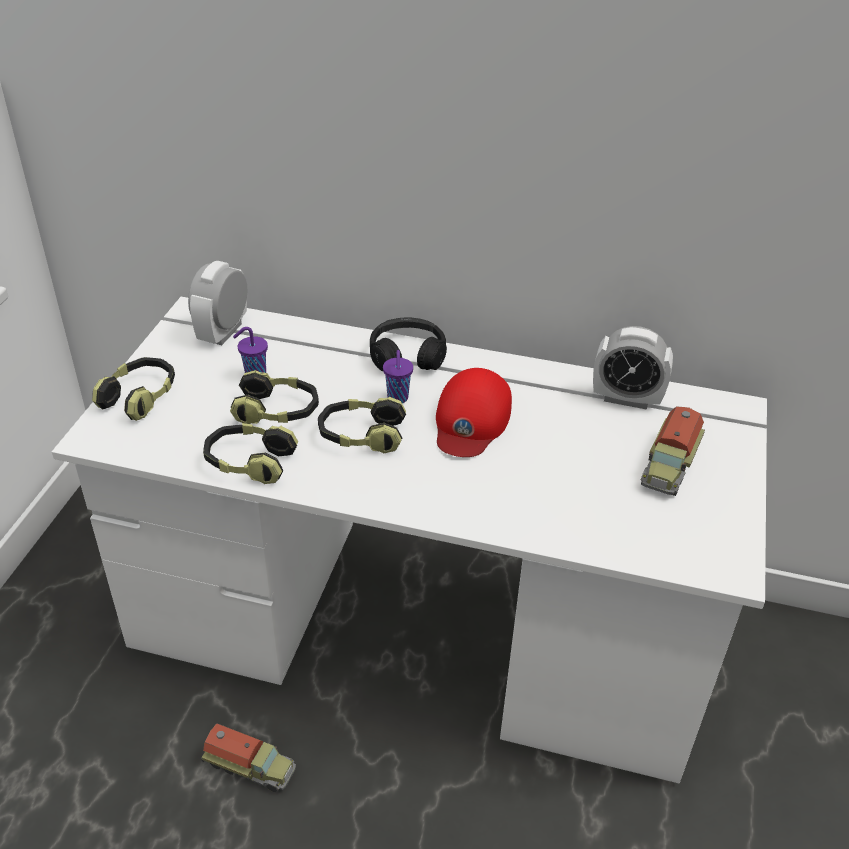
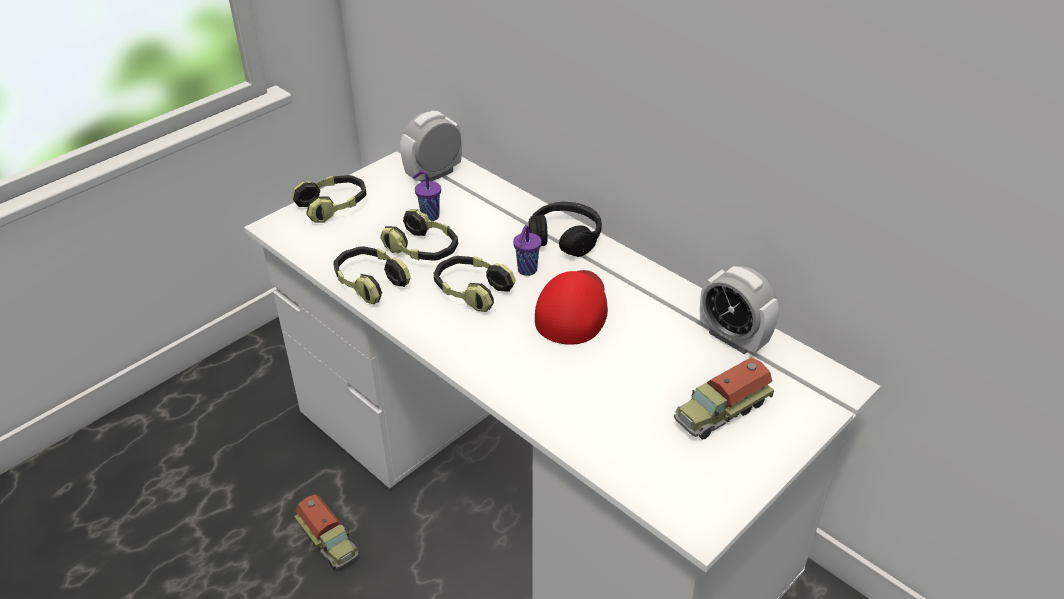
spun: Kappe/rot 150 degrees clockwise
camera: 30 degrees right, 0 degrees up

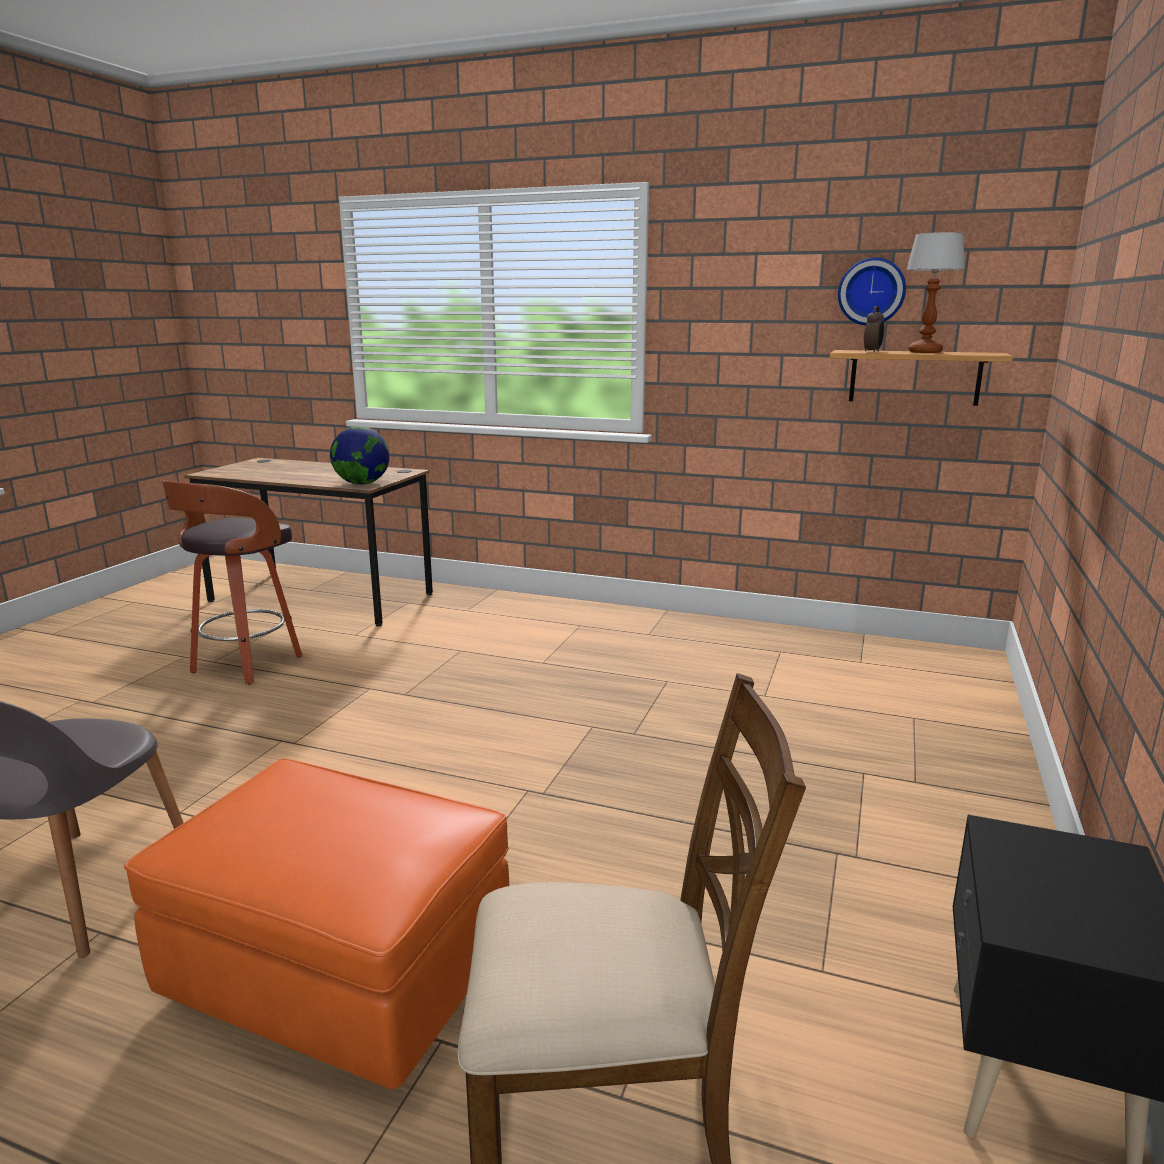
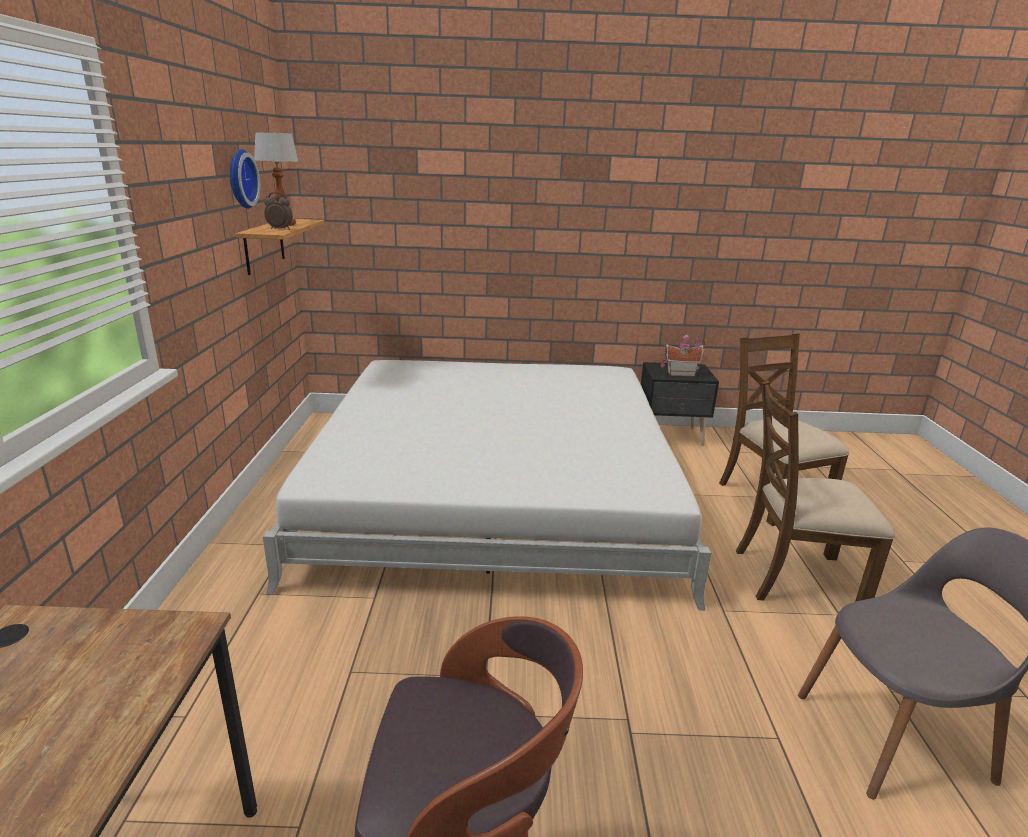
missing: Globus
appeared: Bett/weiß; Spielzeughaus
exchanged: Polsterhocker/orange to Stuhl/braun (no. 2 from left)
camera: 110 degrees left, 5 degrees up

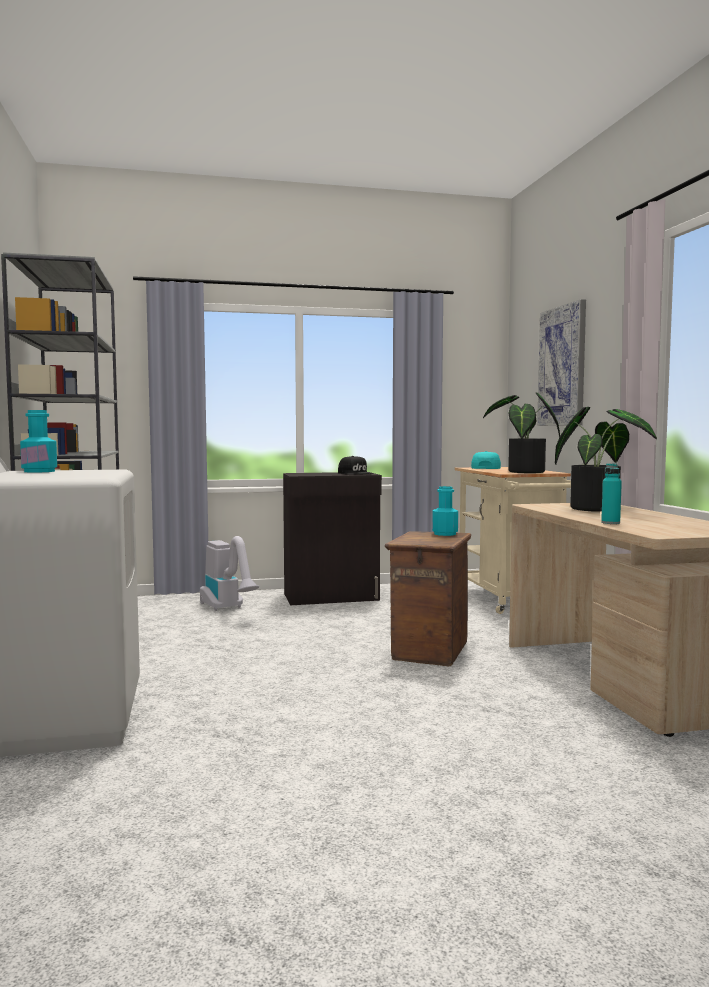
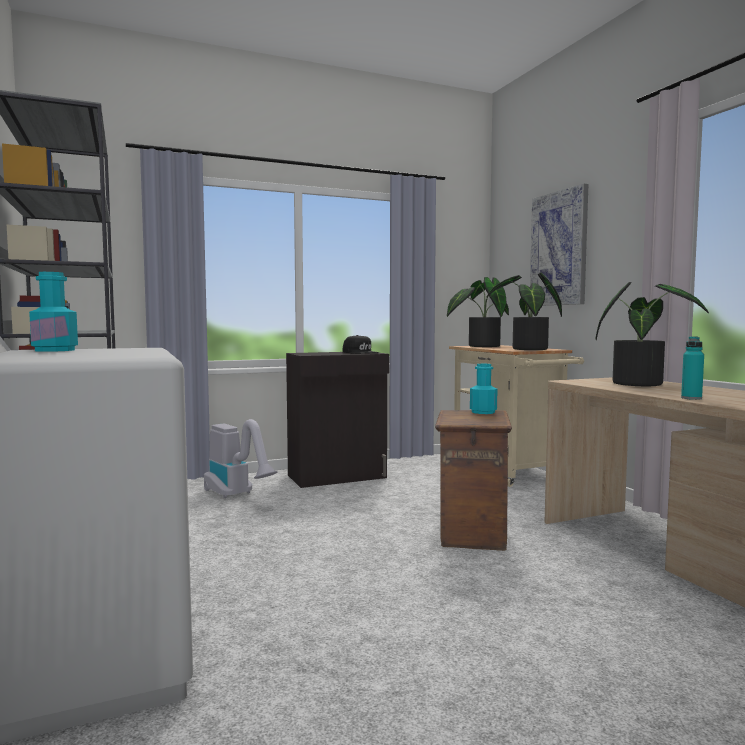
exchanged: Kappe/türkis to Topfpflanze (no. 1 from left)
camera: 10 degrees left, 0 degrees up

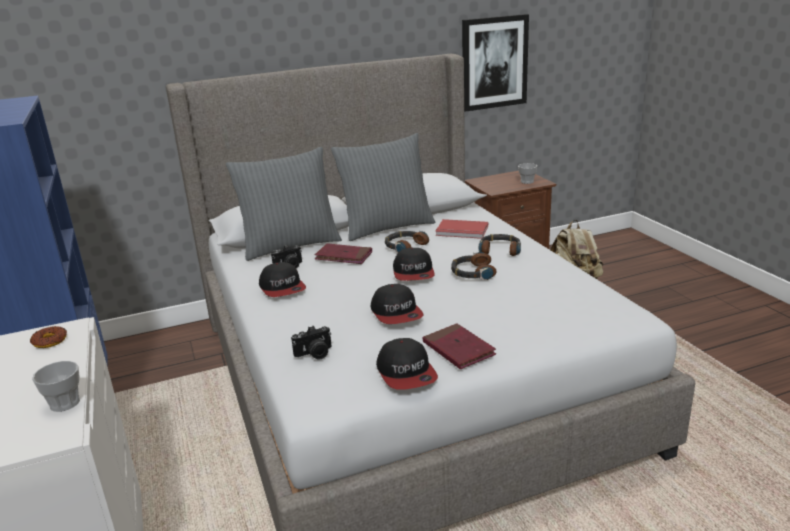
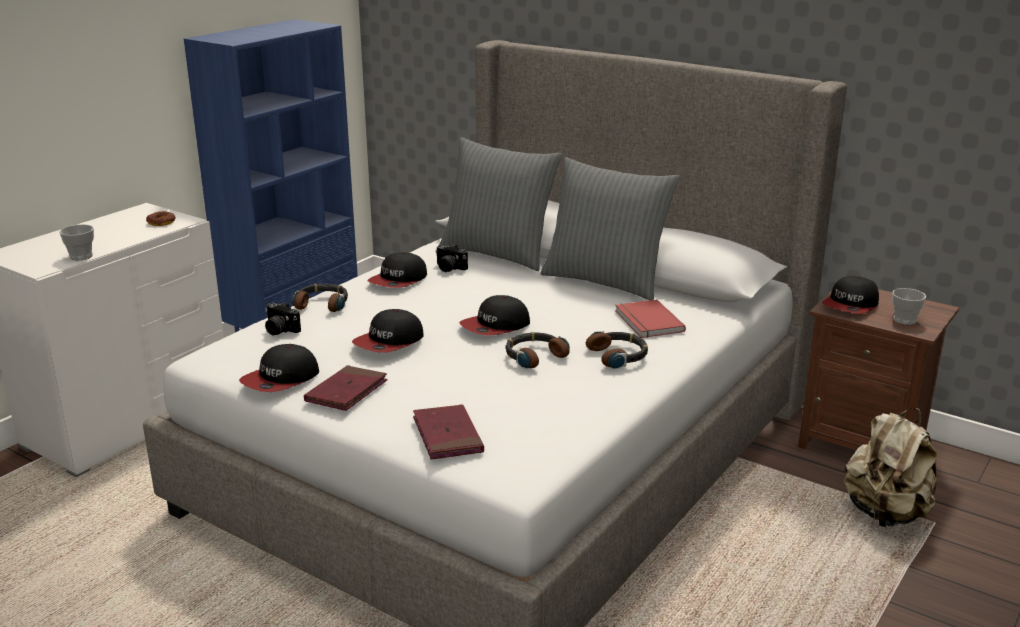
missing: Bild
appeared: Kappe (no. 5 from left)
relocated: Kopfhörer (no. 1 from left); Buch/rot (no. 1 from left in the first image) to Buch/rot (no. 2 from left)
camera: 55 degrees right, 0 degrees up

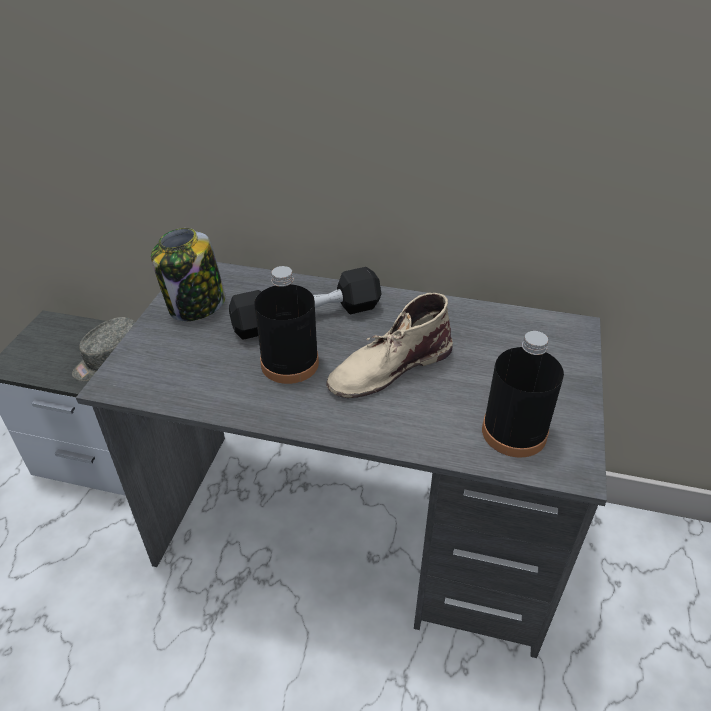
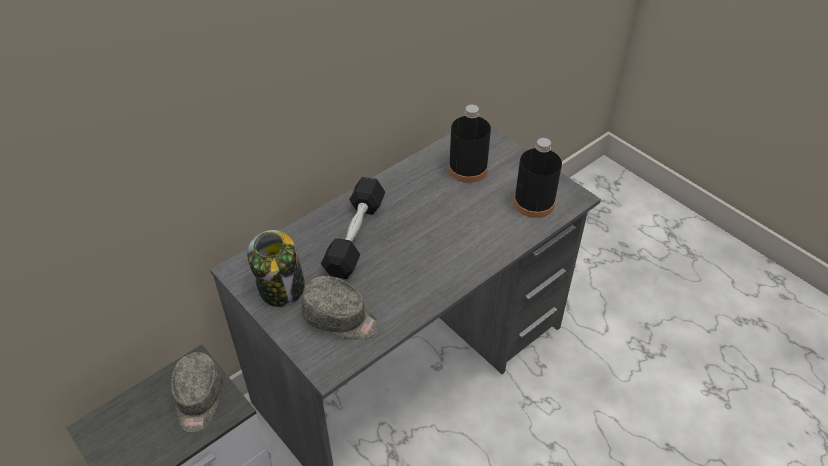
missing: Stiefel/beige
appeared: Kappe/grau (no. 2 from left)
relocated: Flasche/schwarz (no. 1 from left)
camera: 55 degrees left, 5 degrees up

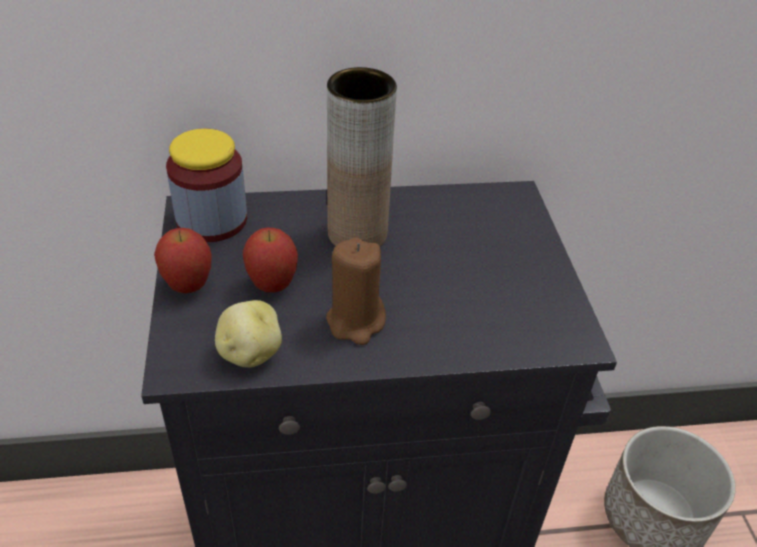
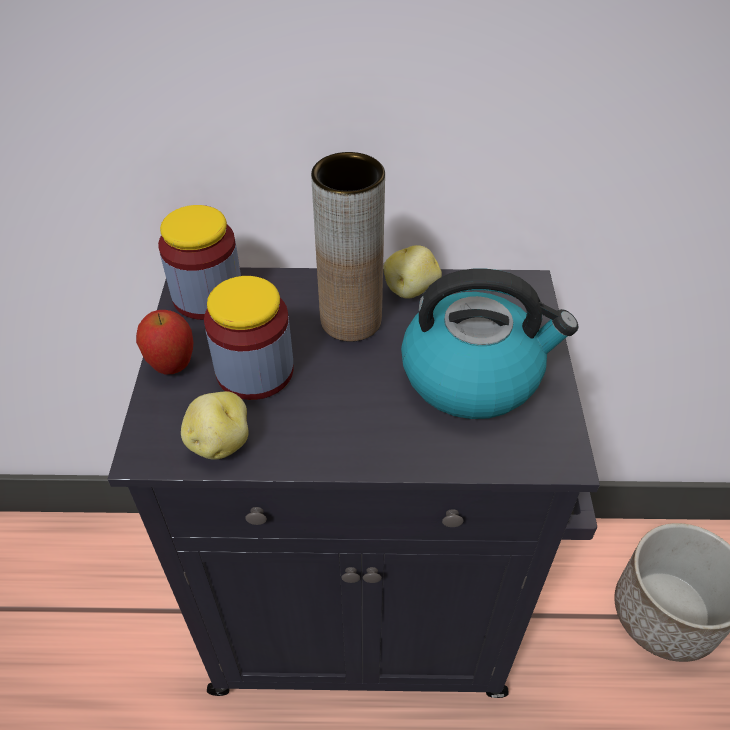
missing: Kerze/braun
appeared: Kartoffel (no. 2 from left); Wasserkessel
exchanged: Apfel (no. 2 from left) to Vorratsglas (no. 2 from left)
camera: 10 degrees right, 5 degrees up

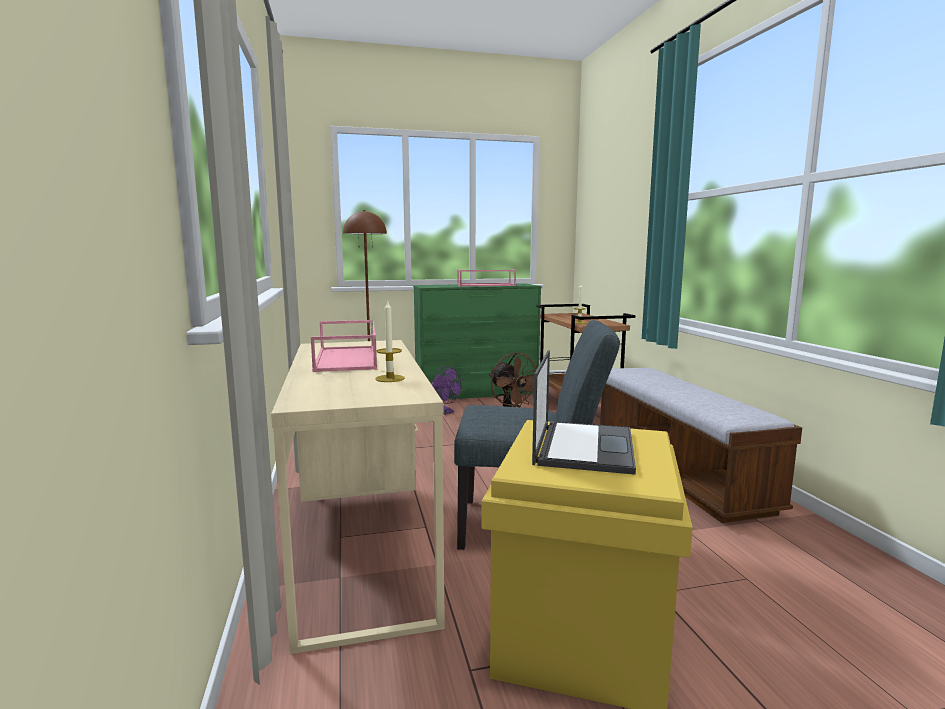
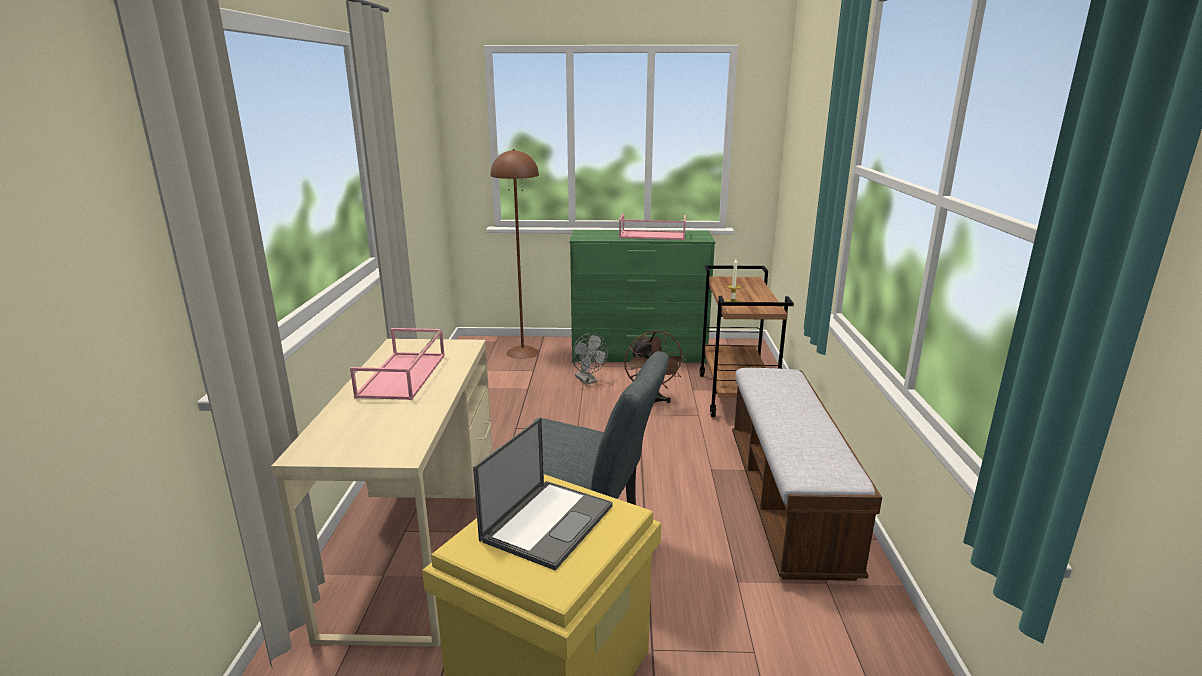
missing: Kerze (no. 1 from left)
colour: Ventilator/lila to Ventilator/grau
camera: 15 degrees right, 10 degrees up

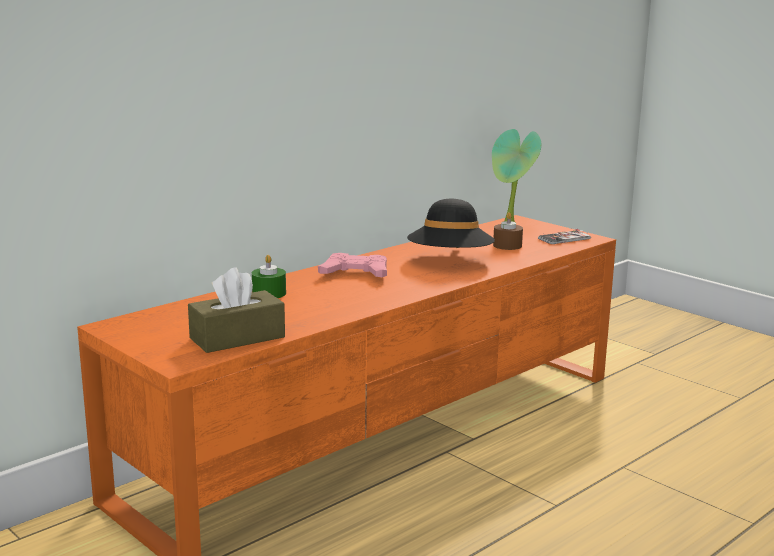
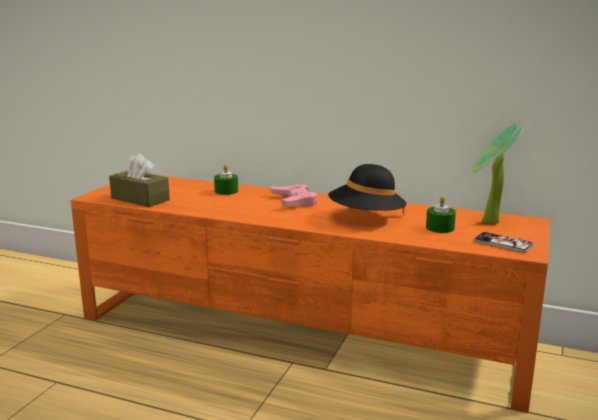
colour: Kerze/braun to Kerze/grün (no. 2 from left)
camera: 65 degrees right, 0 degrees up

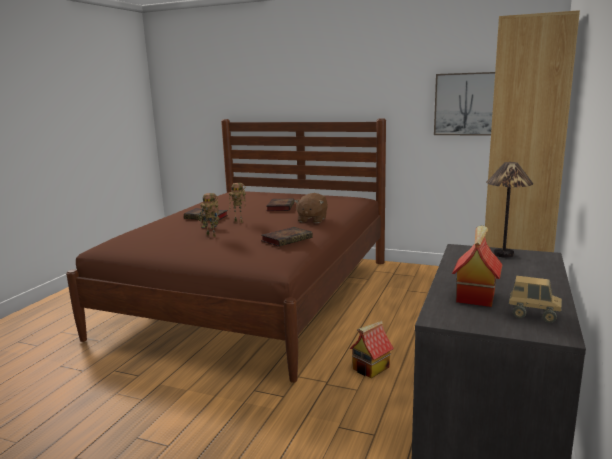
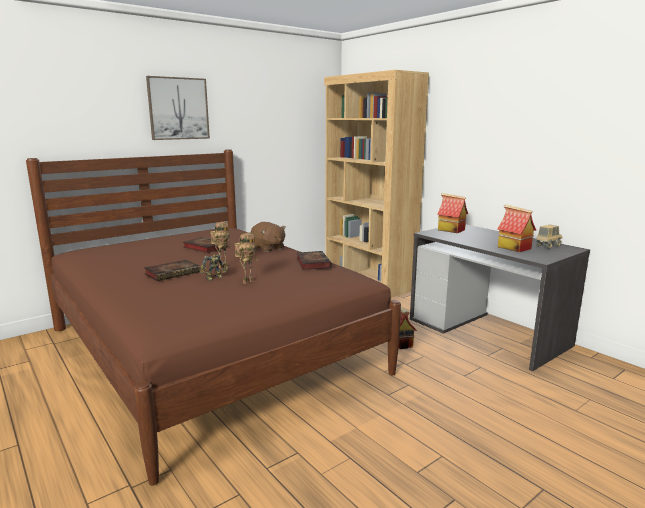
relocated: Bild
exchanged: Tischlampe to Spielzeughaus (no. 2 from left)
camera: 60 degrees left, 0 degrees up

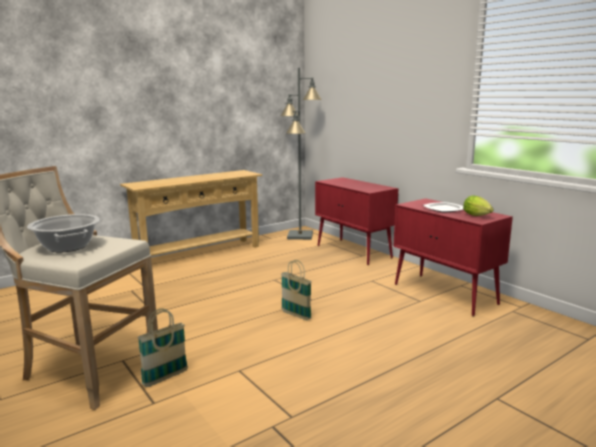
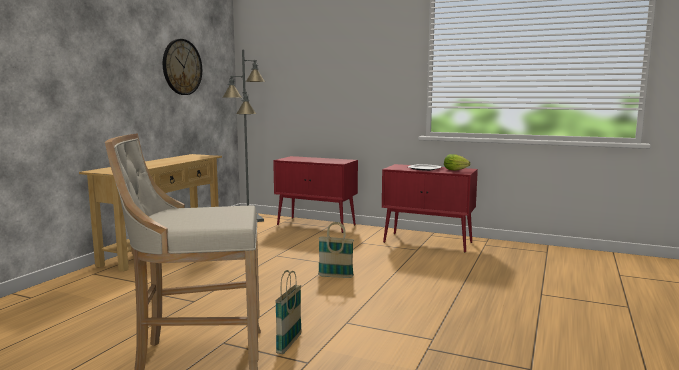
missing: Kochtopf
appeared: Wanduhr
camera: 30 degrees left, 5 degrees down

